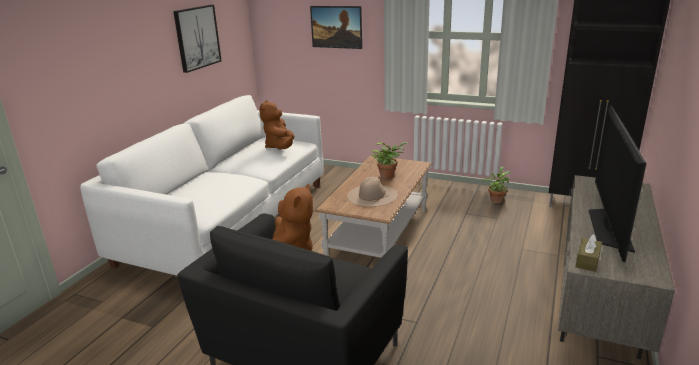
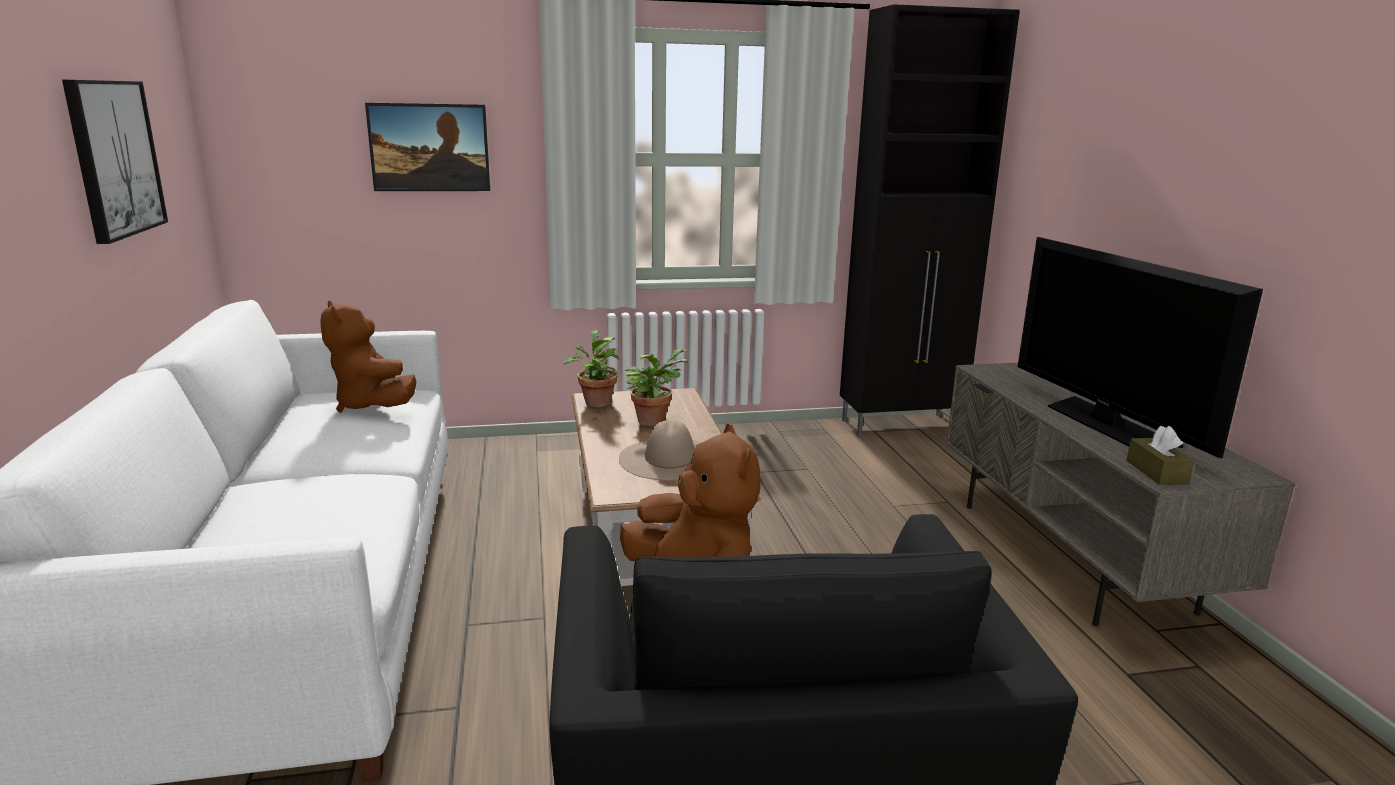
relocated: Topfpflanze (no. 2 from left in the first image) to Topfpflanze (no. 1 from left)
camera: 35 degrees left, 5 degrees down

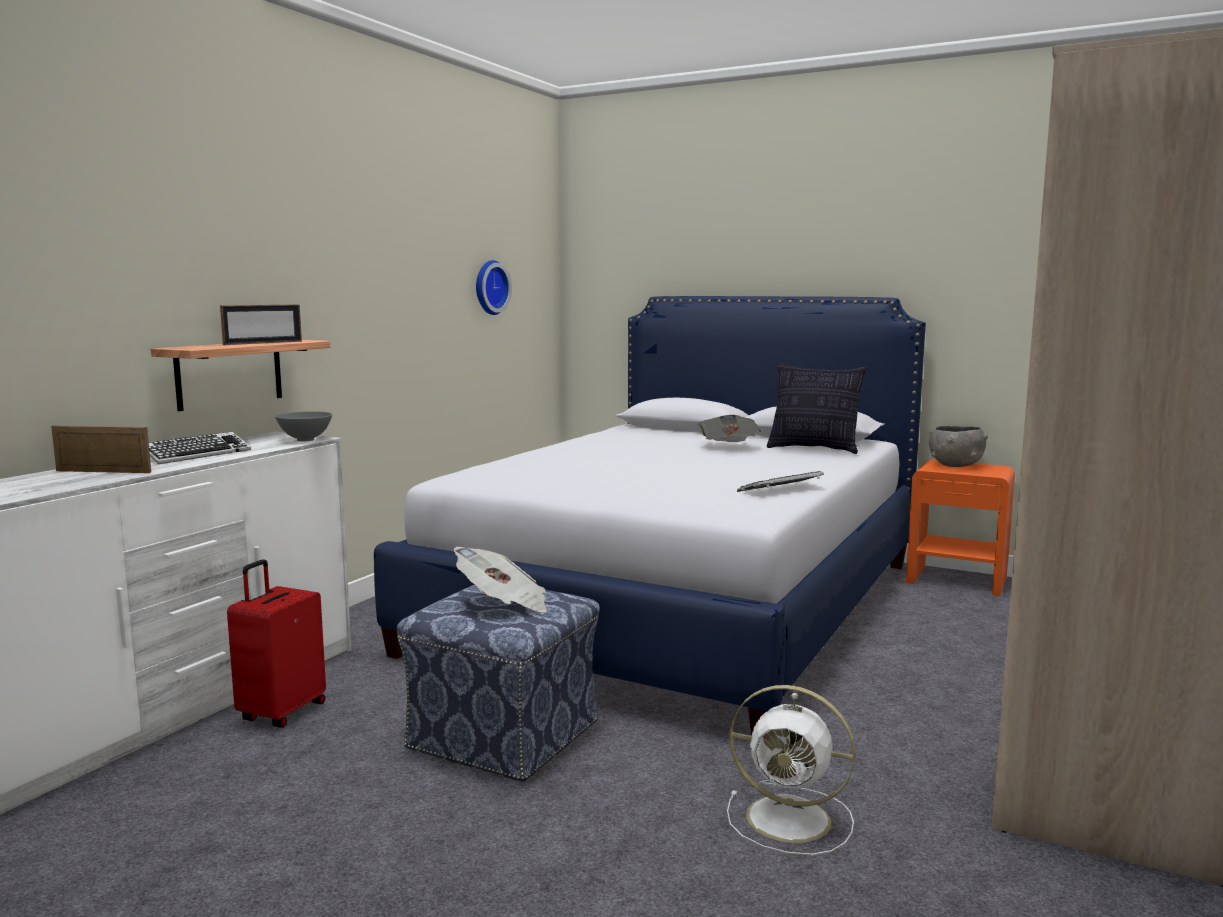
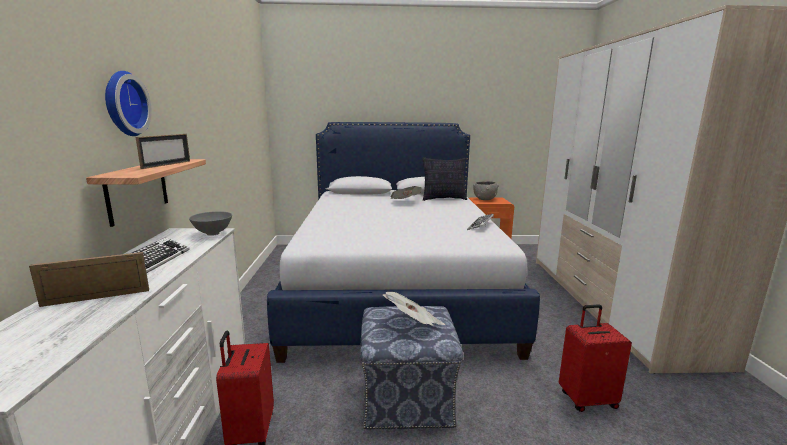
relocated: Wanduhr
exchanged: Ventilator/weiß to Koffer/rot (no. 2 from left)
camera: 30 degrees left, 5 degrees up

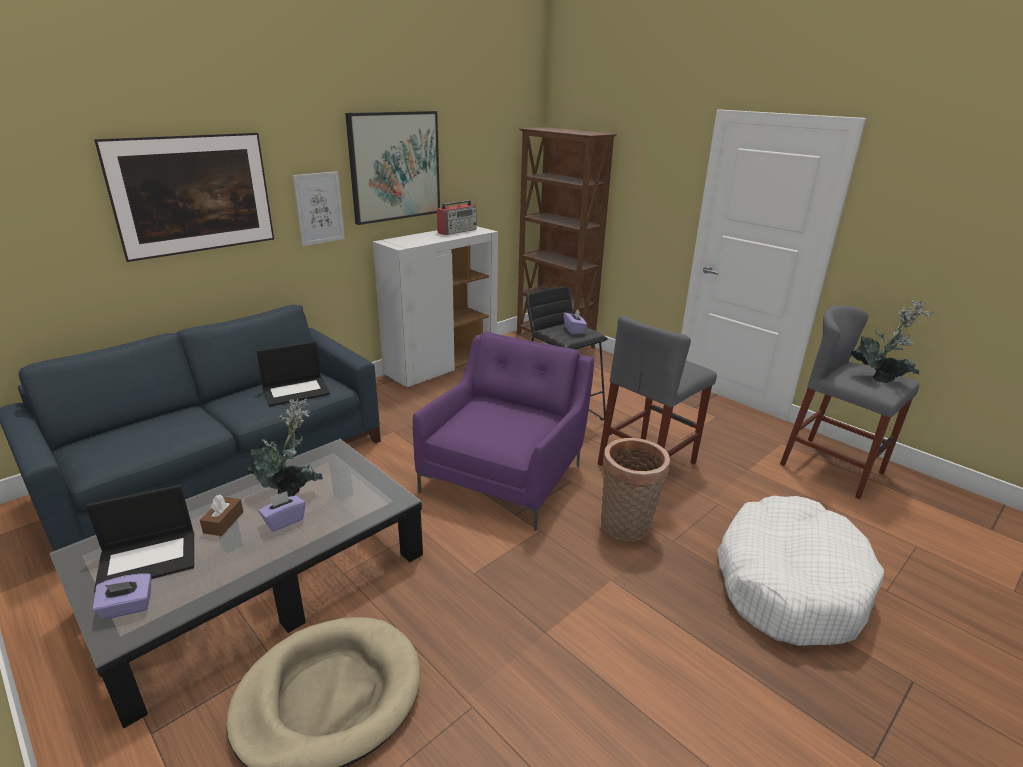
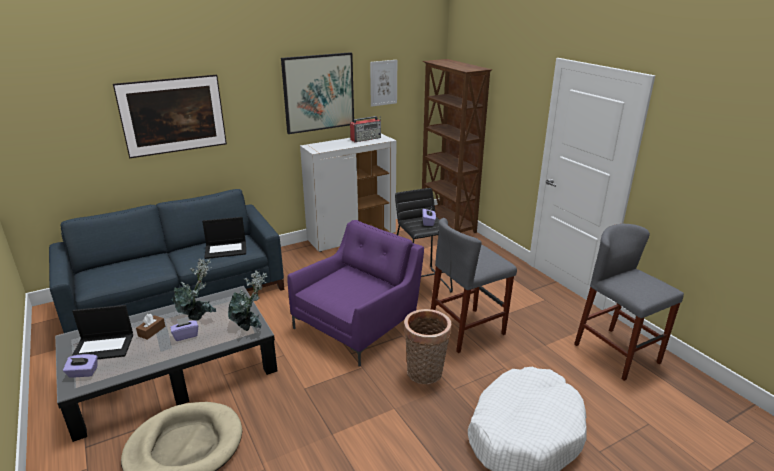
relocated: Topfpflanze (no. 2 from left); Bild (no. 2 from left in the first image) to Bild (no. 3 from left)
camera: 15 degrees right, 0 degrees up

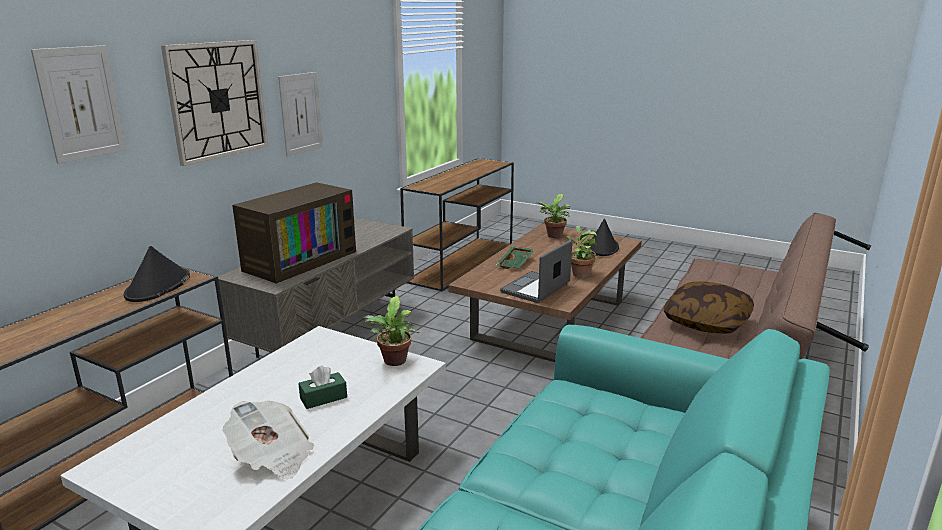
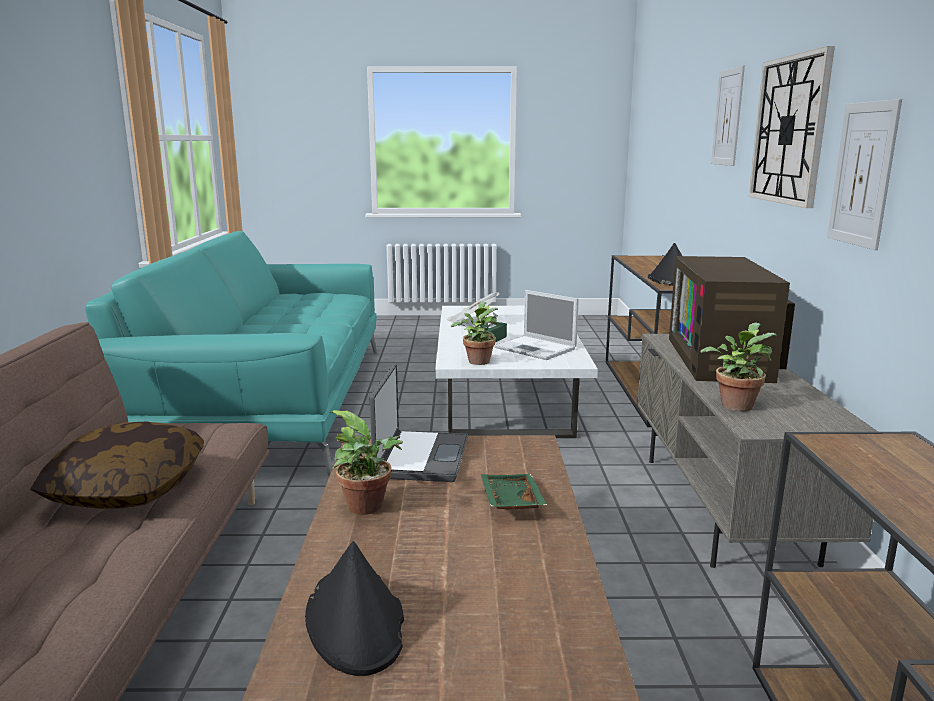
appeared: Laptop (no. 2 from left)
relocated: Topfpflanze (no. 2 from left in the first image) to Topfpflanze (no. 3 from left)
camera: 150 degrees right, 5 degrees down

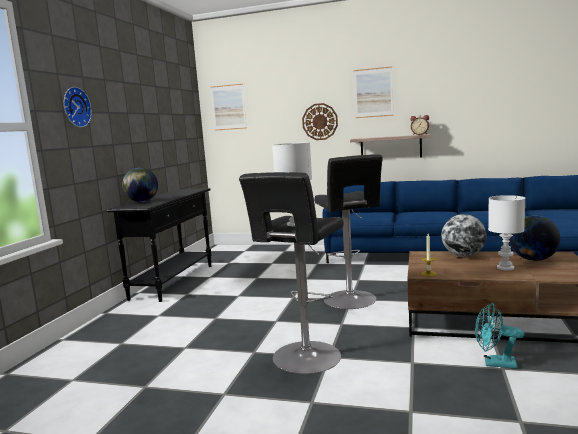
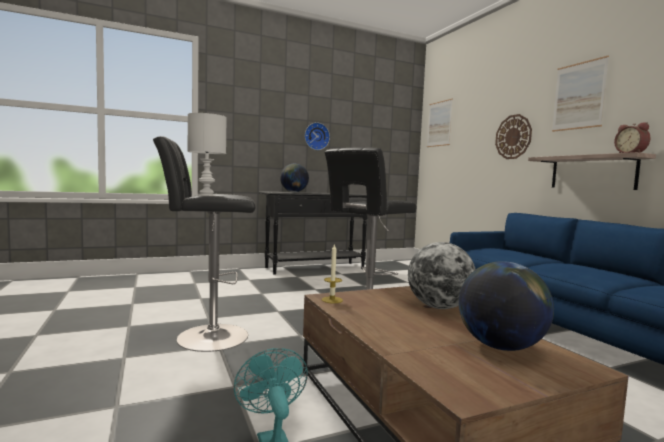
missing: Tischlampe/weiß (no. 2 from left)
relocated: Wanduhr (no. 1 from left)
camera: 50 degrees right, 5 degrees down

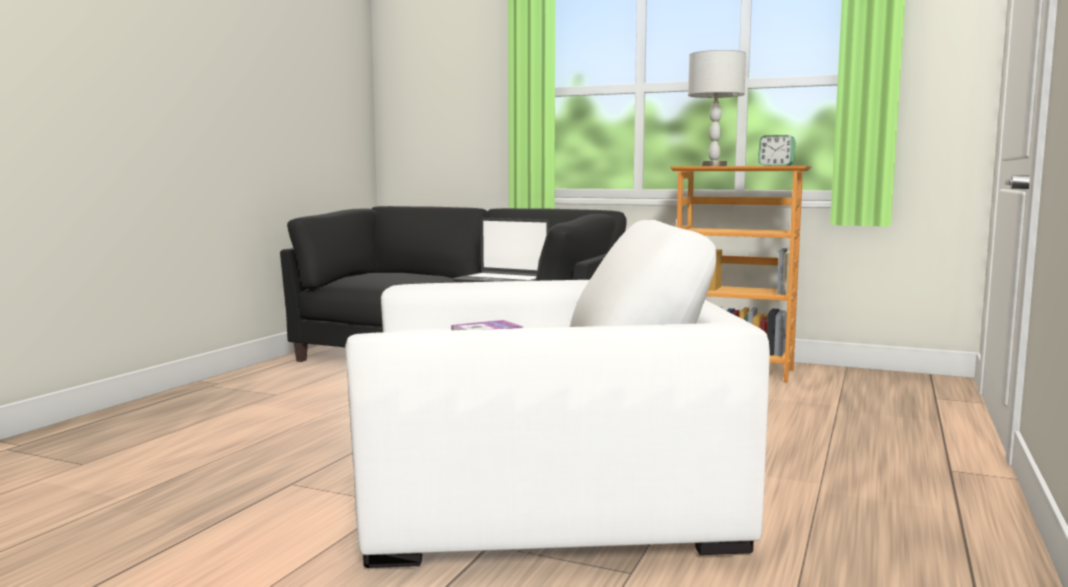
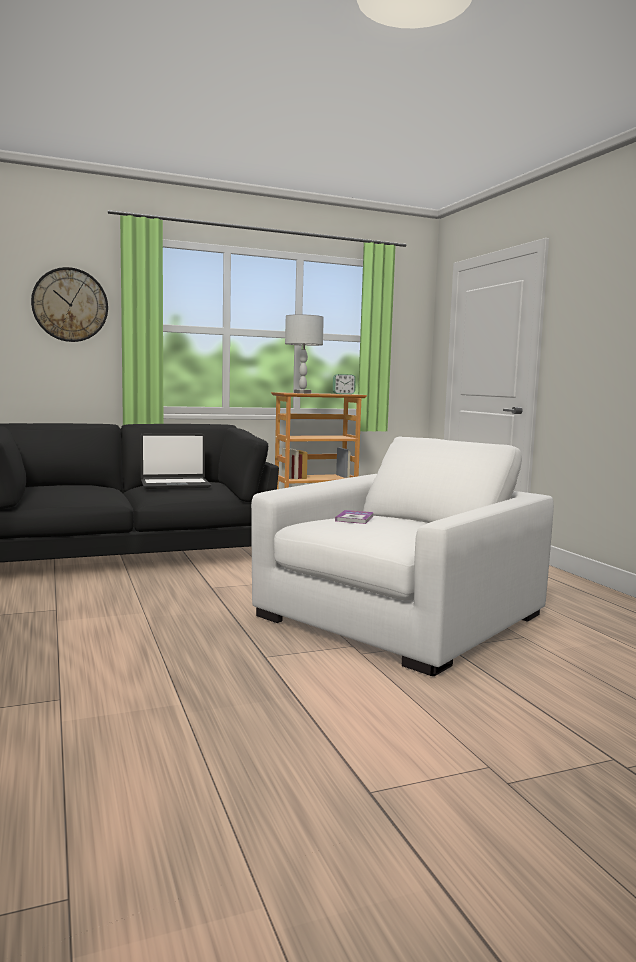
appeared: Wanduhr
camera: 45 degrees left, 0 degrees up

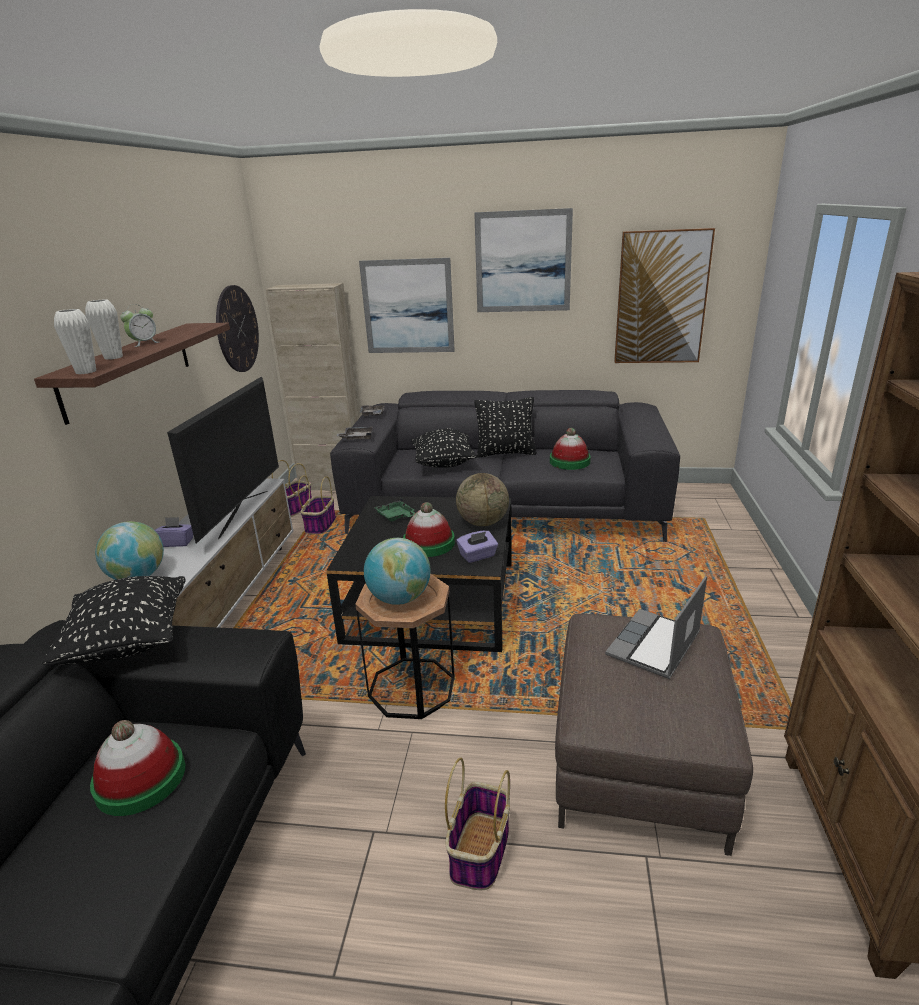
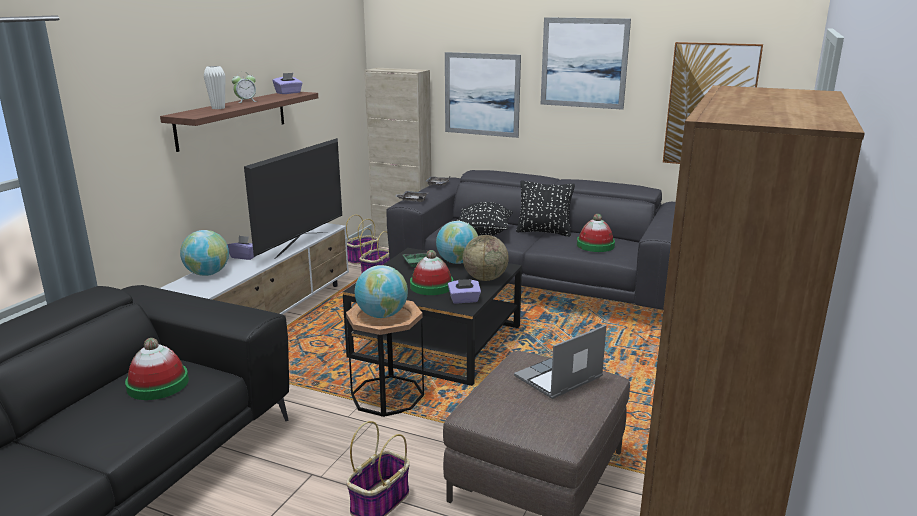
missing: Kissen/schwarz (no. 1 from left); Vase/weiß (no. 1 from left); Wanduhr
appeared: Taschentuchbox/lila (no. 2 from left); Globus (no. 3 from left)
camera: 15 degrees right, 5 degrees down

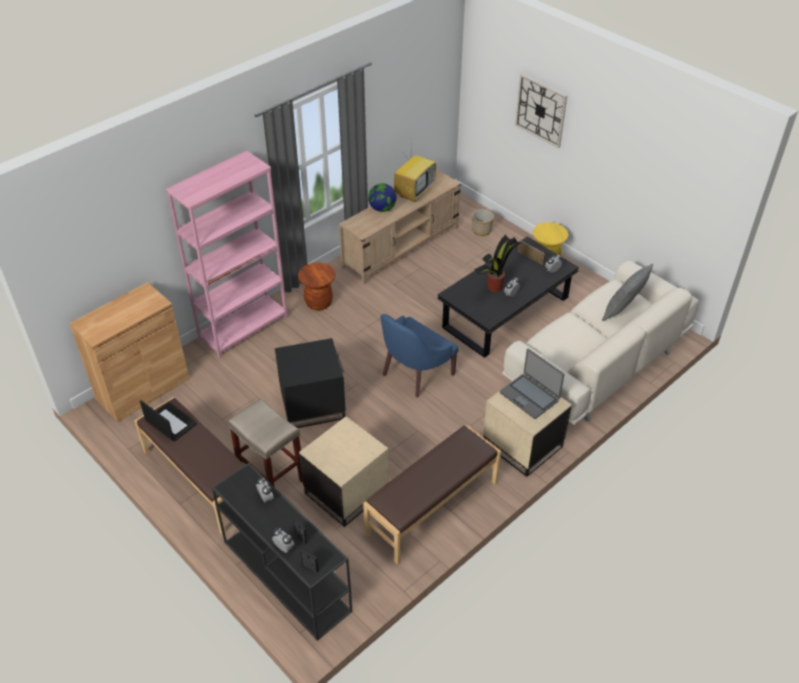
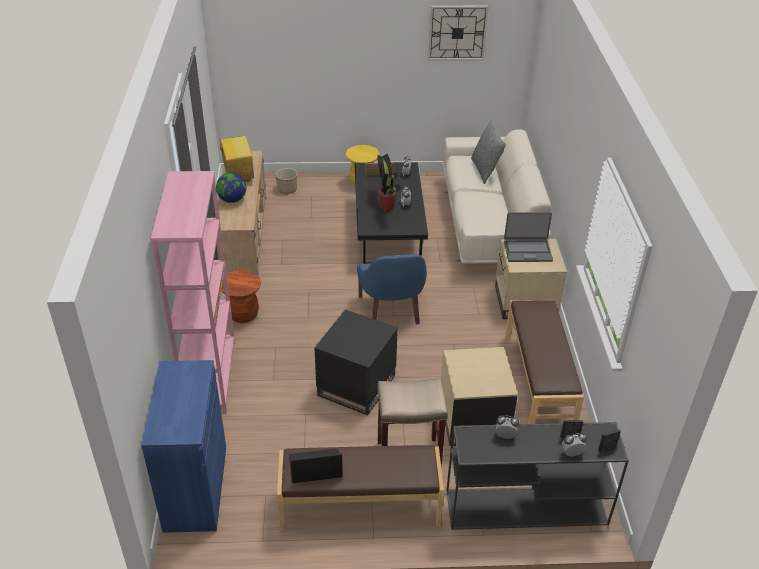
relocated: Wanduhr
colour: Schrank/braun to Schrank/blau
camera: 50 degrees left, 5 degrees down

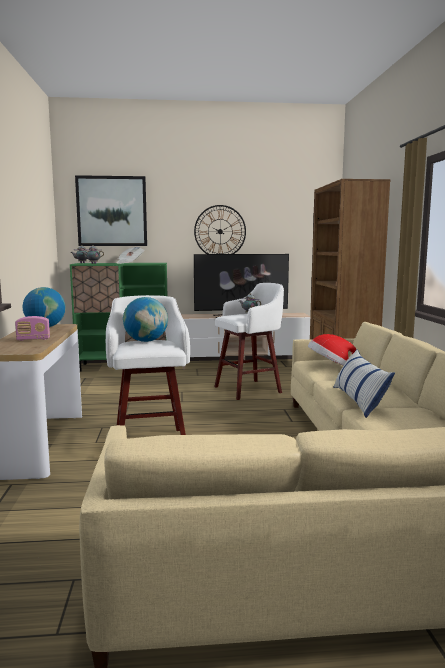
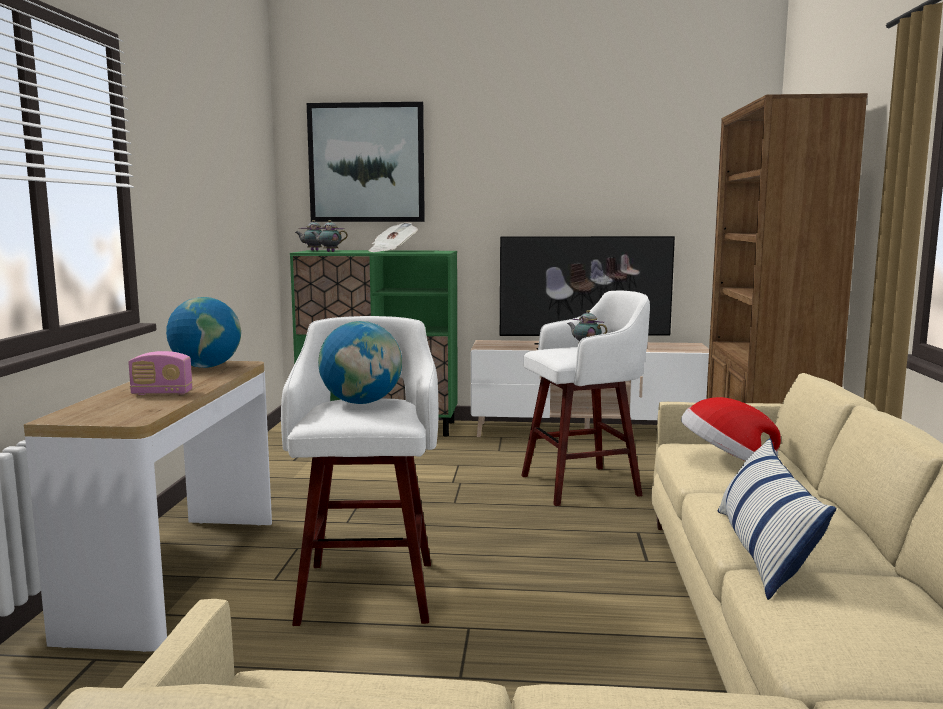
missing: Wanduhr
camera: 10 degrees right, 0 degrees up

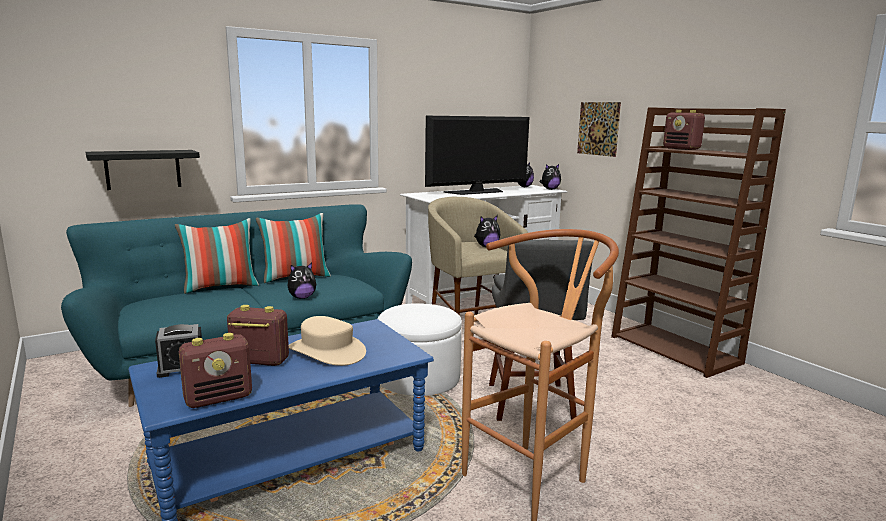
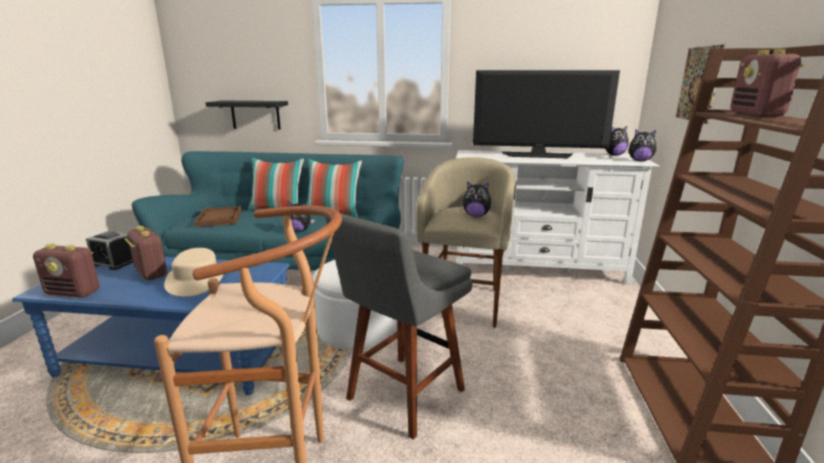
appeared: Tablett/braun
camera: 40 degrees right, 5 degrees up

